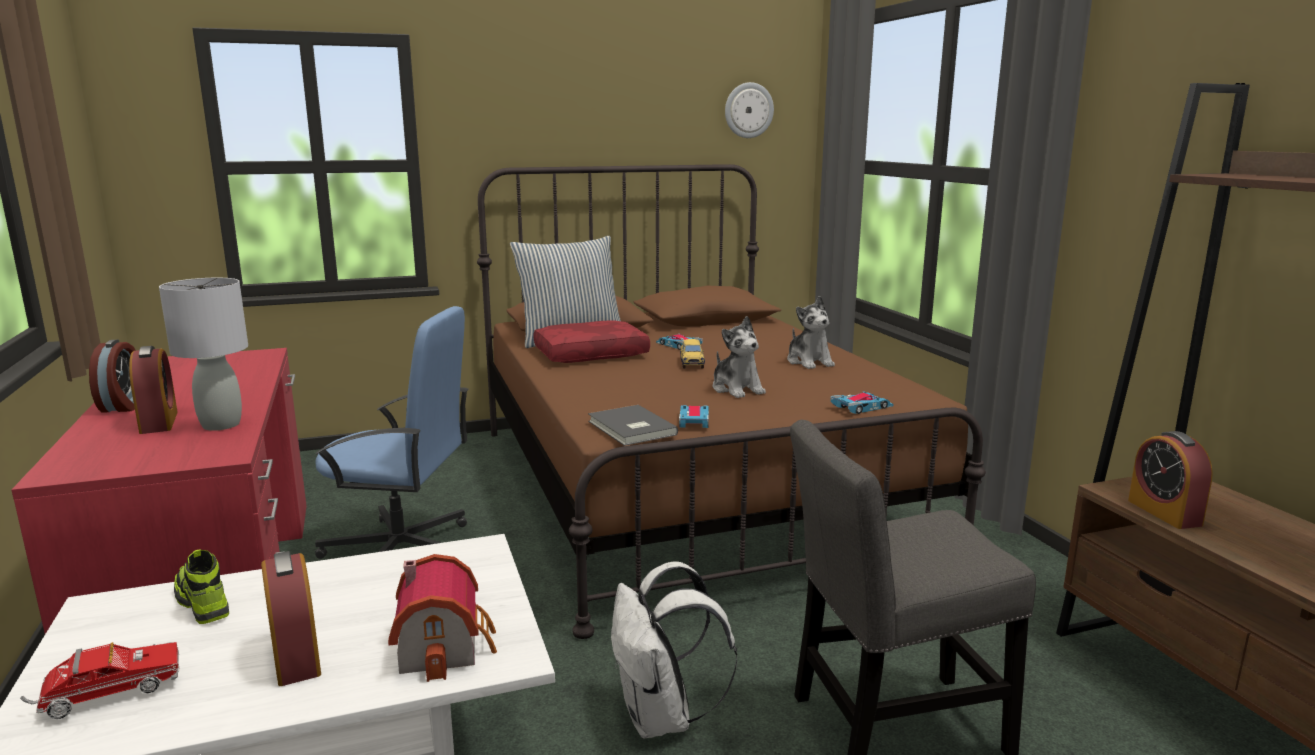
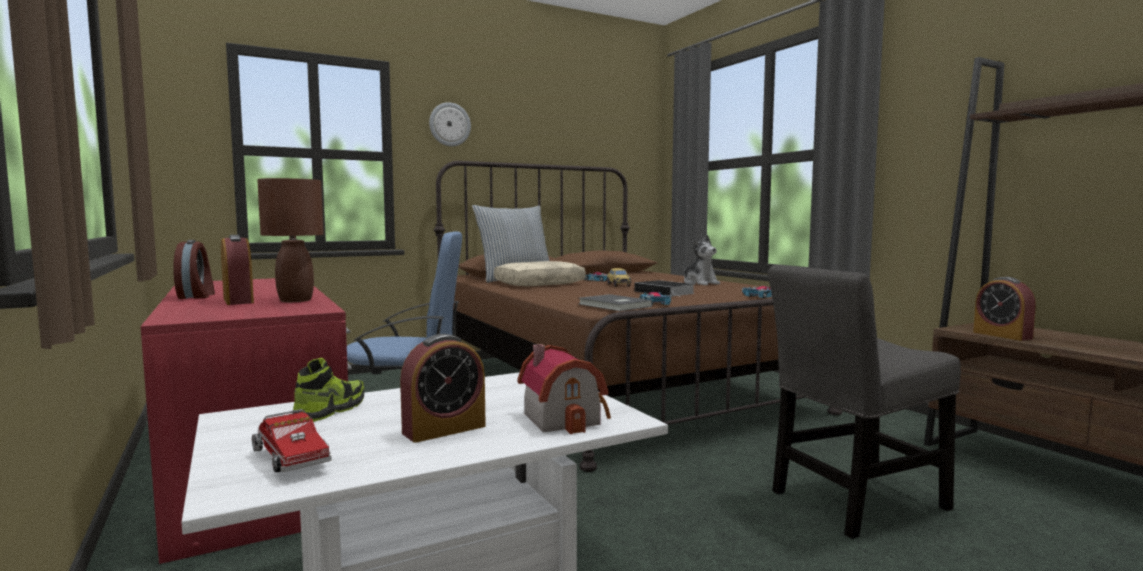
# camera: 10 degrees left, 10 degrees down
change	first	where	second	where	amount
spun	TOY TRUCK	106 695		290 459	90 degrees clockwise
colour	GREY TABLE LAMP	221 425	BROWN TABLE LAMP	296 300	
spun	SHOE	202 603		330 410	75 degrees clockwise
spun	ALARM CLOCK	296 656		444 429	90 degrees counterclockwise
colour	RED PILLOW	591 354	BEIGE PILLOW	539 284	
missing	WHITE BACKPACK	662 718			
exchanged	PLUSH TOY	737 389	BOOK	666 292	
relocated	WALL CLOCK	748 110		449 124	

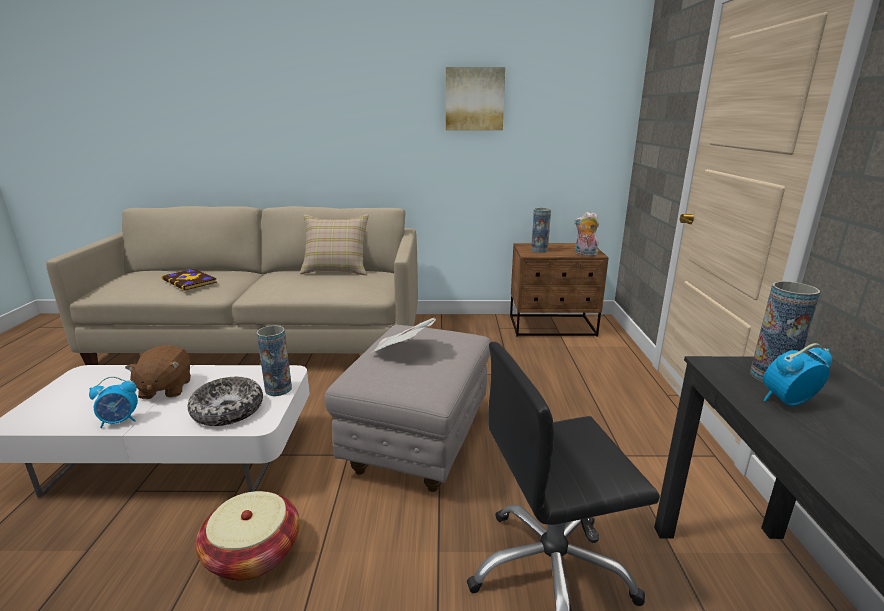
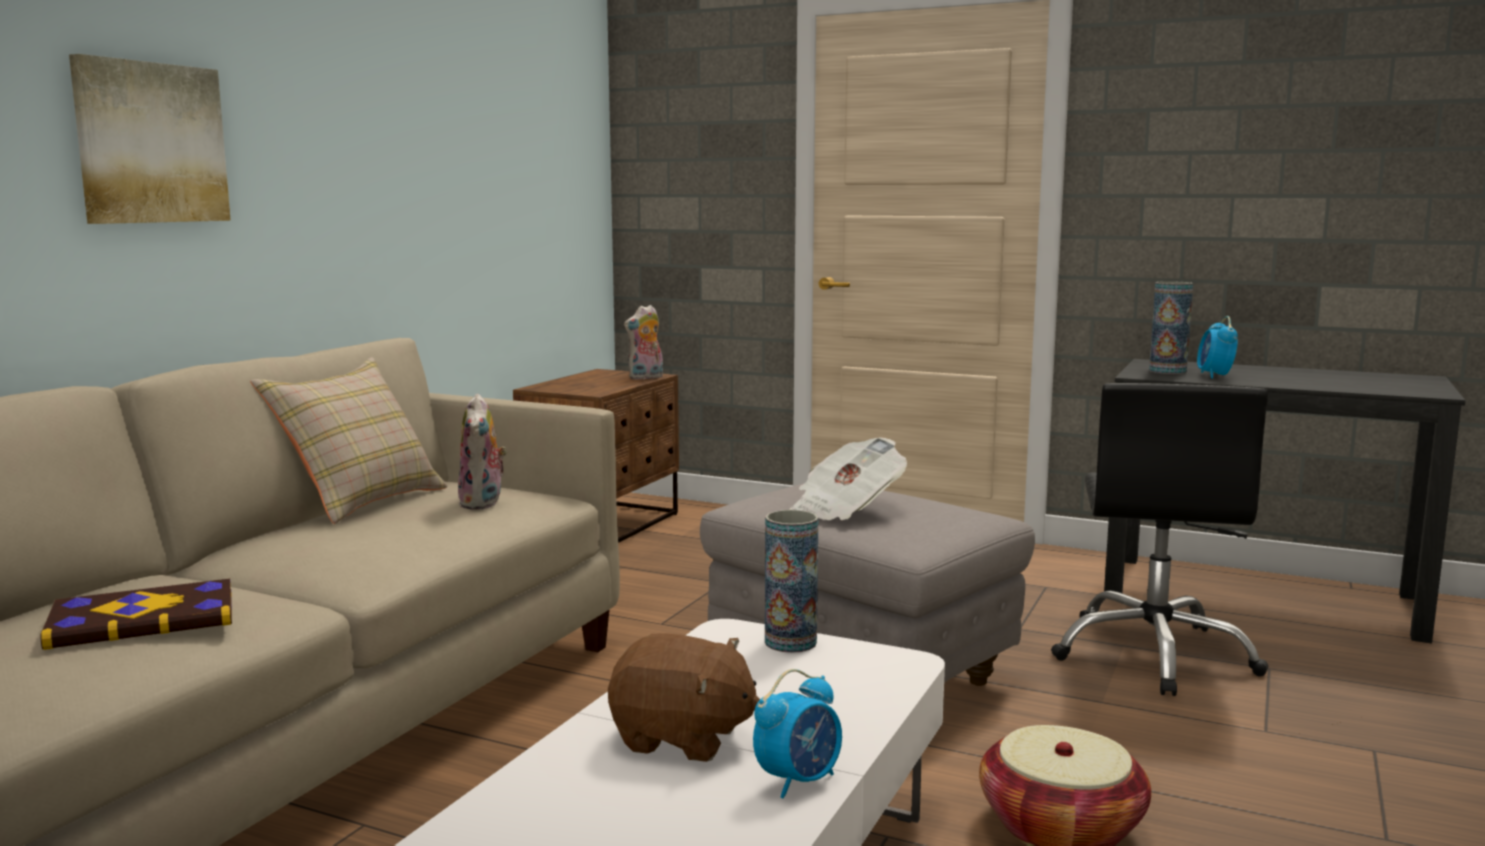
# camera: 65 degrees left, 10 degrees down
change	first	where	second	where	amount
spun	ALARM CLOCK	120 421		799 780	45 degrees clockwise
missing	BOWL	228 410			
relocated	PICTURE	474 99		150 143	
missing	VASE	539 250			
appeared			PLUSH TOY	483 503	

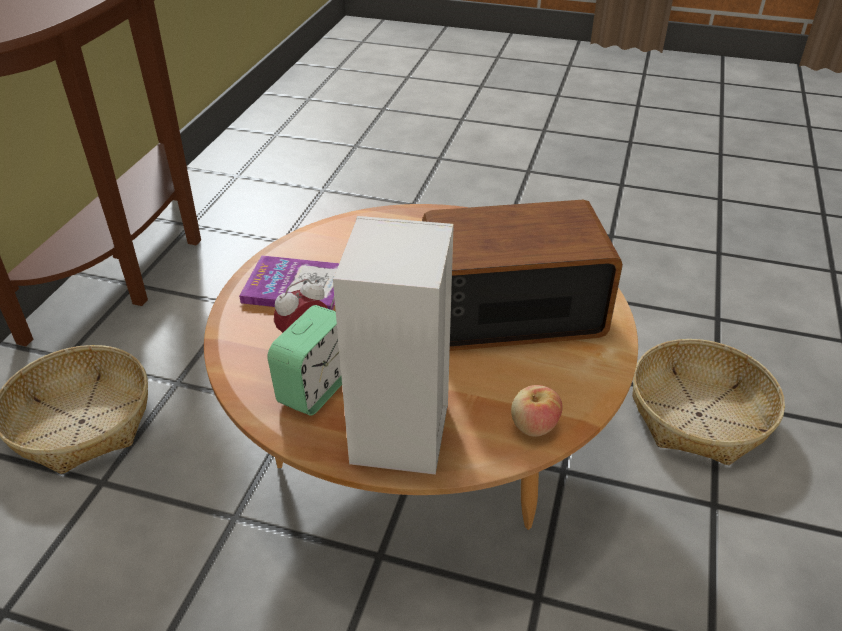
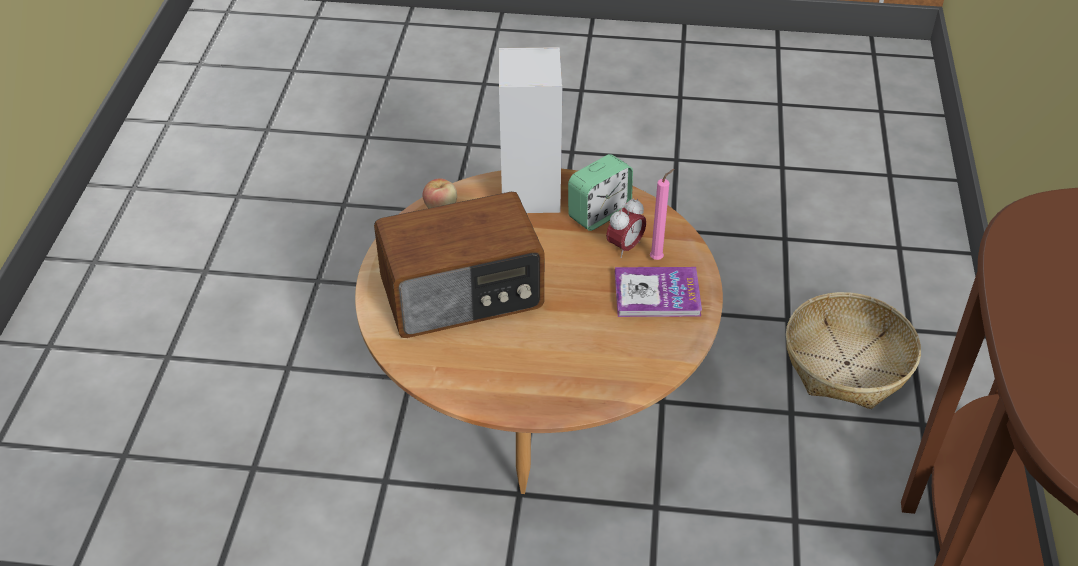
# camera: 170 degrees right, 5 degrees up
change	first	where	second	where	amount
spun	ALARM CLOCK	316 388		599 213	150 degrees counterclockwise
missing	BASKET	698 414			
appeared			PINK CANDLE	658 258	

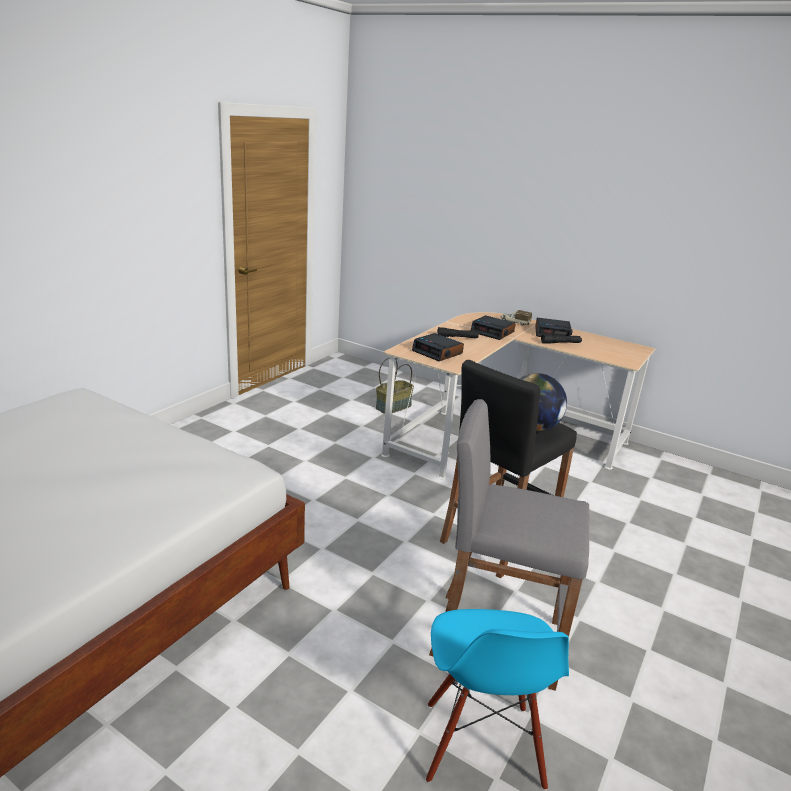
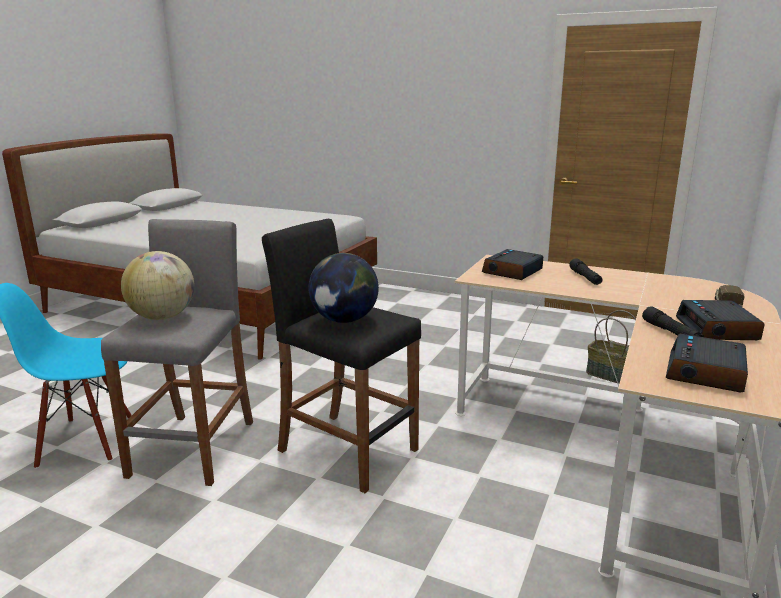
# camera: 85 degrees right, 5 degrees down
change	first	where	second	where	amount
relocated	ALARM CLOCK	493 332		706 373	
appeared			GLOBE	163 317	

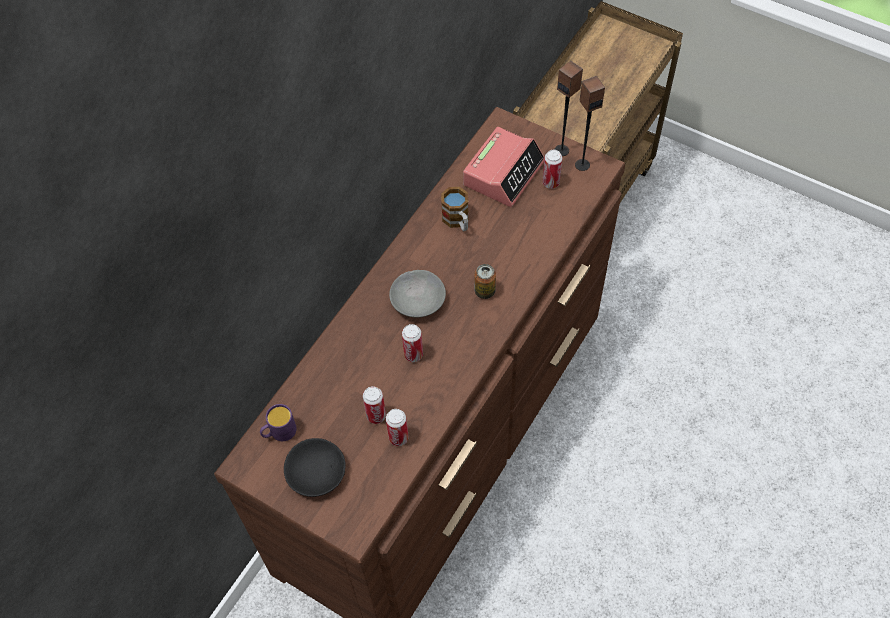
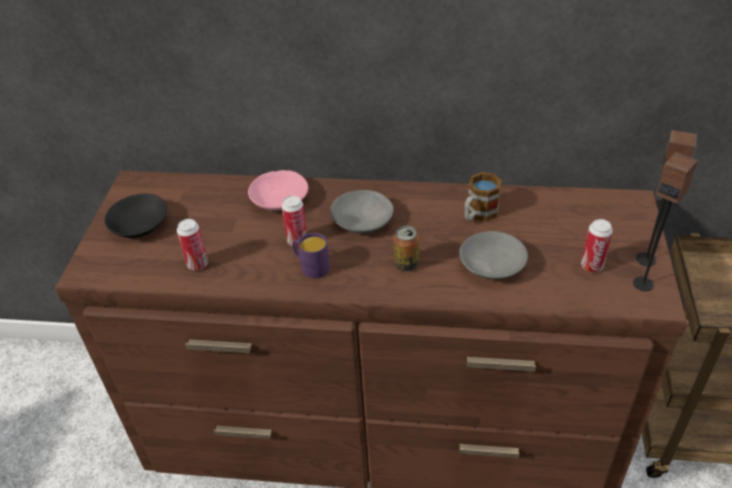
# camera: 65 degrees right, 15 degrees down
change	first	where	second	where	amount
relocated	PURPLE MUG	279 432		311 266	
missing	CAN	376 416			
missing	ALARM CLOCK	504 173			
appeared			PINK BOWL	280 199	
appeared			GREY BOWL	491 265	

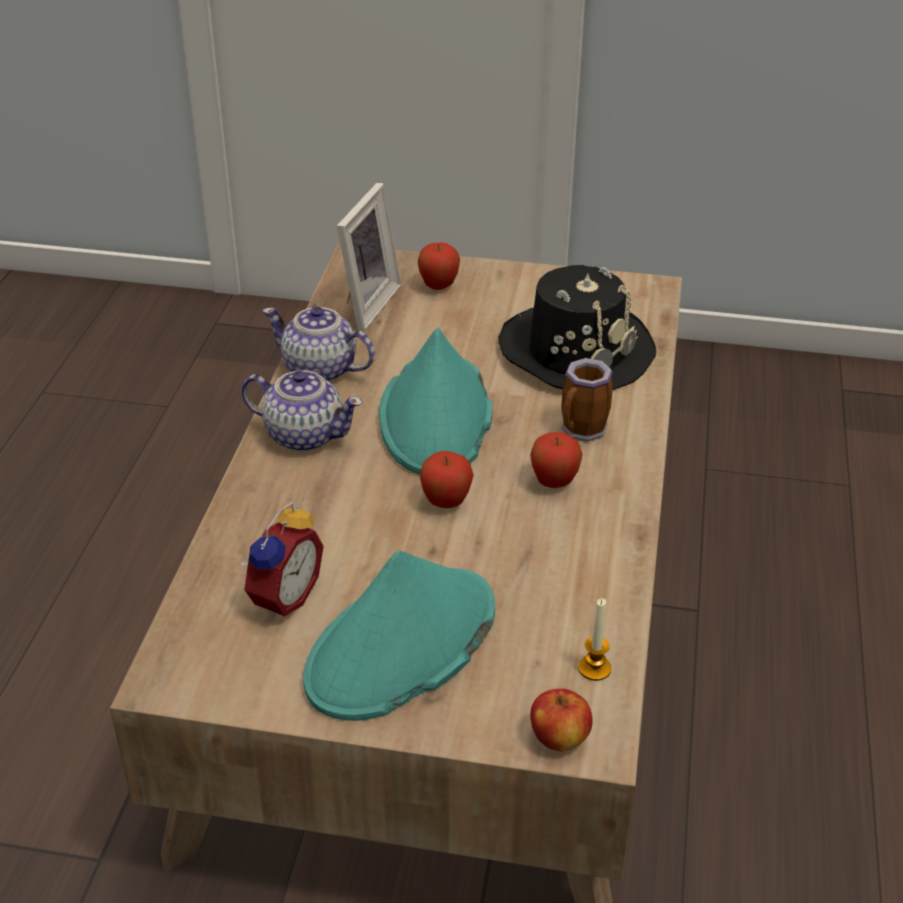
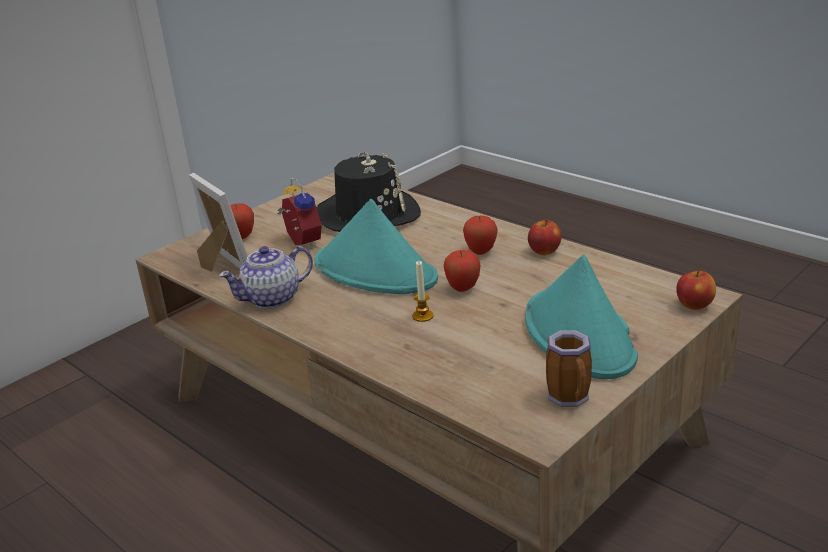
# camera: 55 degrees left, 10 degrees down
change	first	where	second	where	amount
relocated	ALARM CLOCK	282 597		301 243	
missing	TEAPOT	304 435			
relocated	MUG	583 431		571 398	
relocated	CANDLE	594 668		422 316	
appeared			APPLE	544 251	

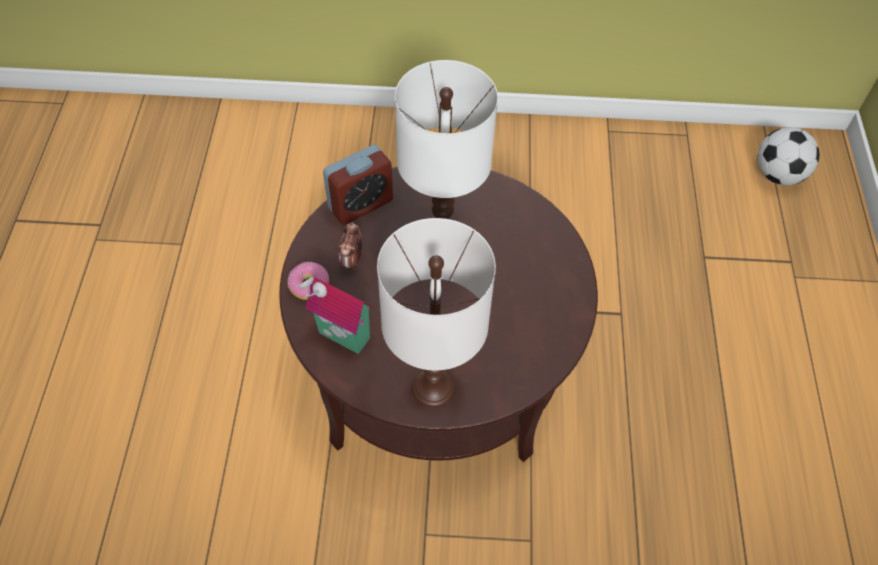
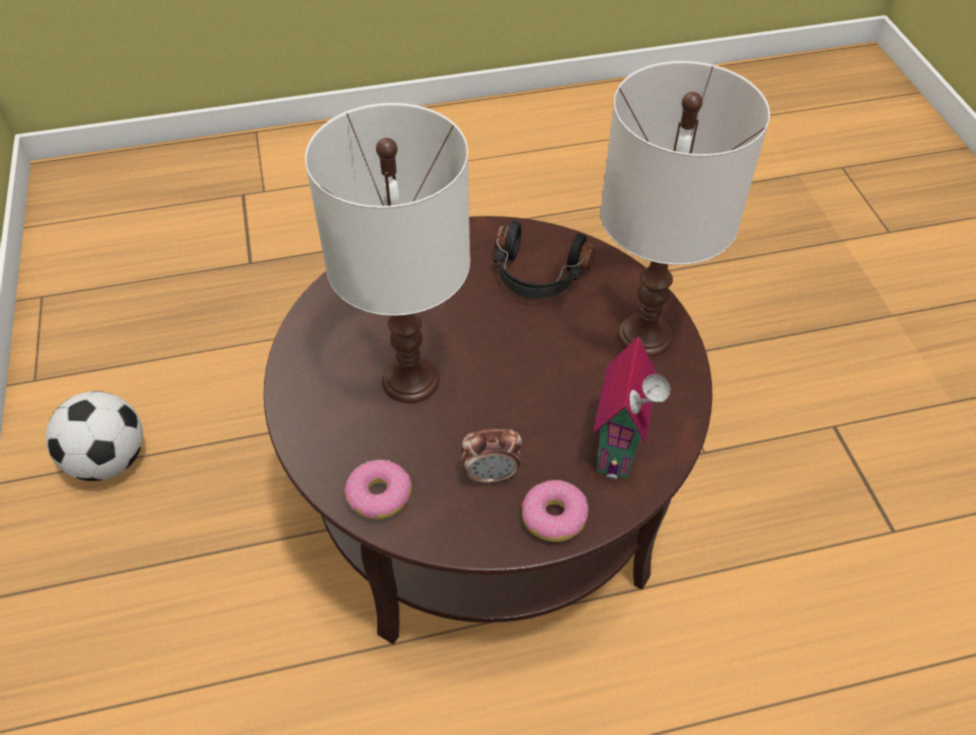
# camera: 105 degrees left, 5 degrees down
change	first	where	second	where	amount
exchanged	ALARM CLOCK	360 204	DONUT	379 496	
relocated	FOOTBALL	778 175		109 460	
appeared			BLACK HEADPHONES	537 275	

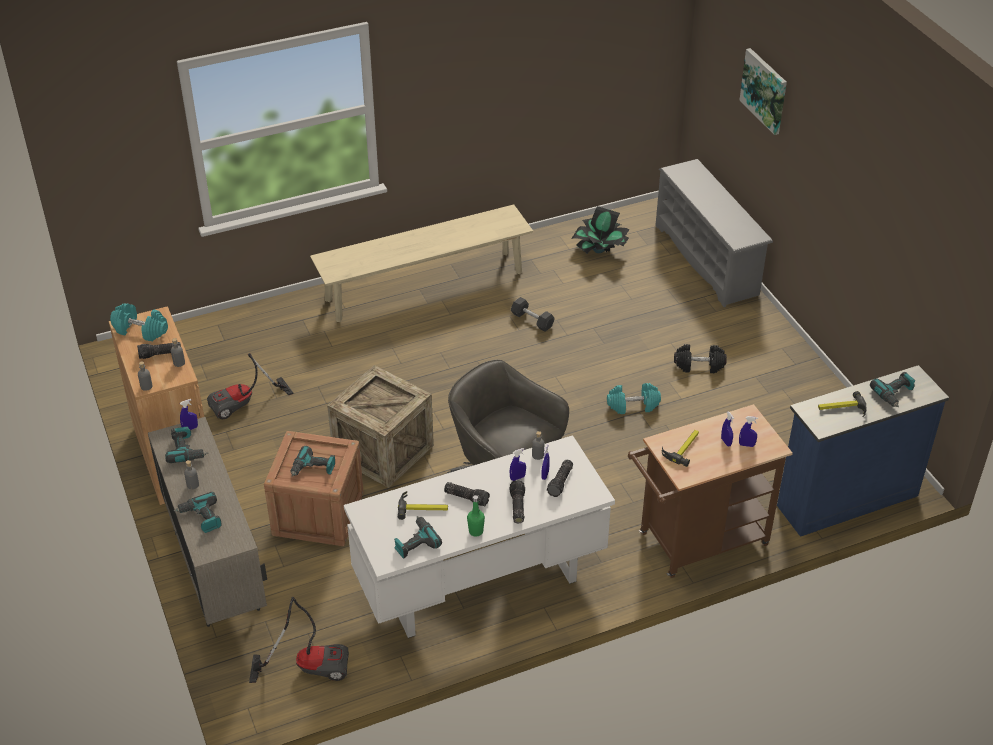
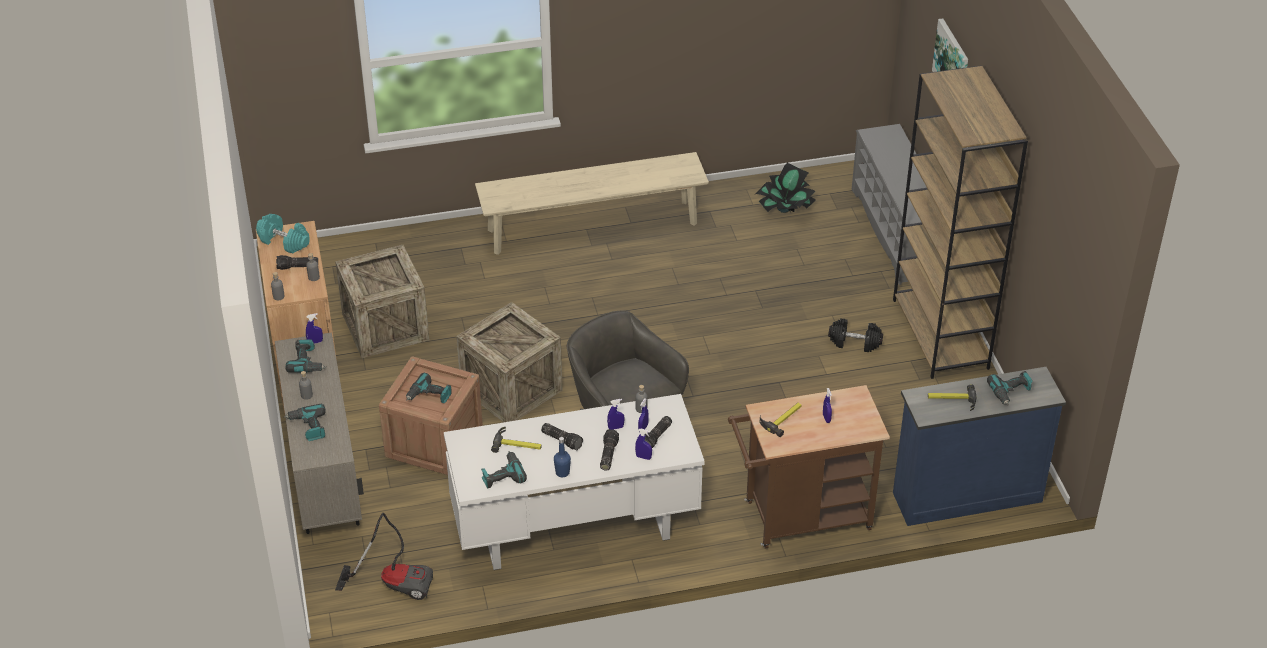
# camera: 10 degrees right, 0 degrees up
change	first	where	second	where	amount
exchanged	VACUUM CLEANER	244 404	CRATE	385 327	
colour	GREEN BOTTLE	476 531	BLUE BOTTLE	562 472	
missing	GREY DUMBBELL	532 320			
missing	TURQUOISE DUMBBELL	633 406			
relocated	BLUE SPRAY BOTTLE	746 445		643 457	
appeared			BROWN BOOKCASE	941 334	

